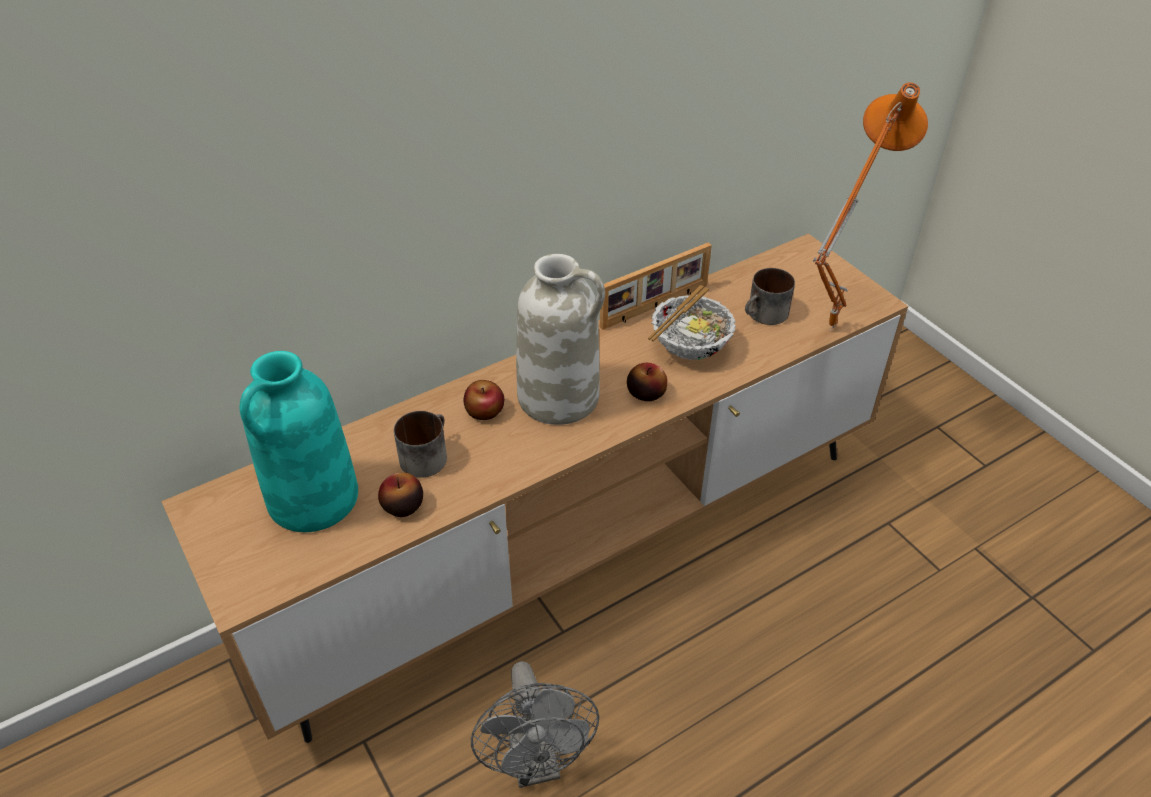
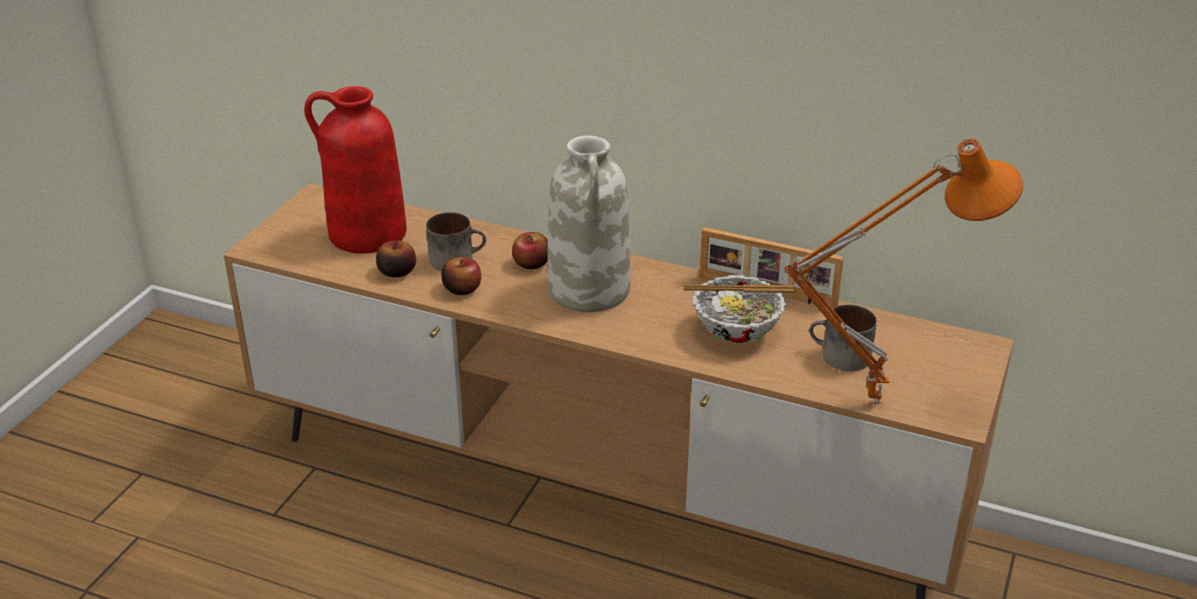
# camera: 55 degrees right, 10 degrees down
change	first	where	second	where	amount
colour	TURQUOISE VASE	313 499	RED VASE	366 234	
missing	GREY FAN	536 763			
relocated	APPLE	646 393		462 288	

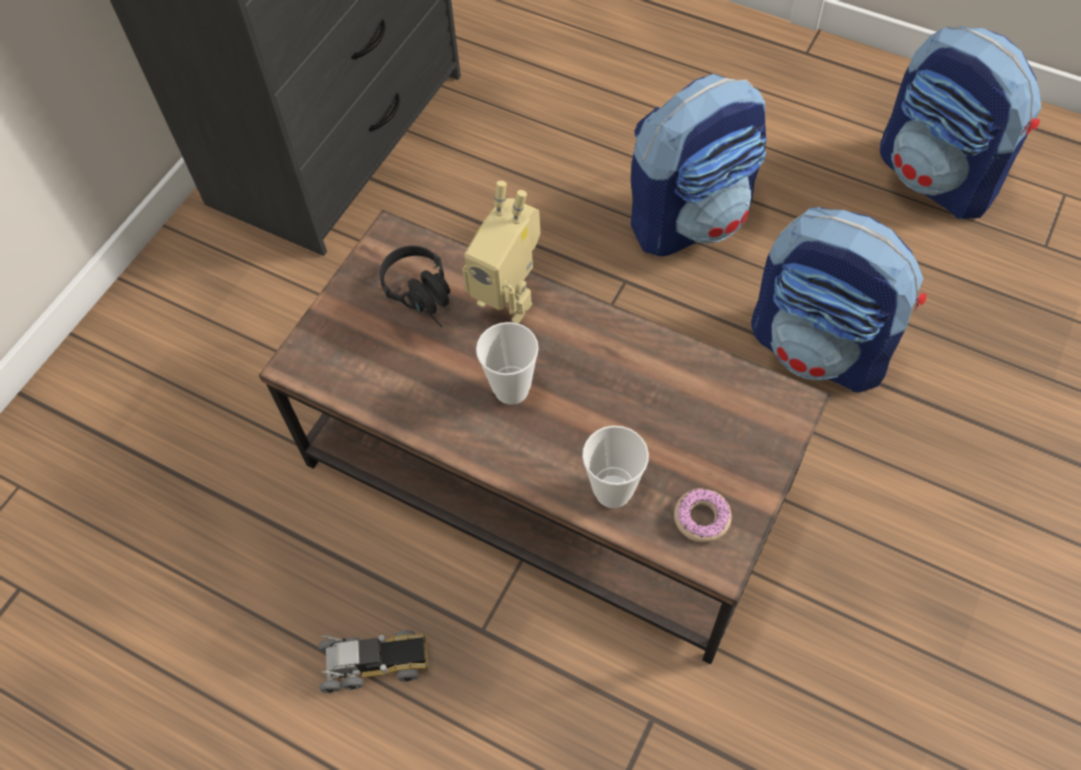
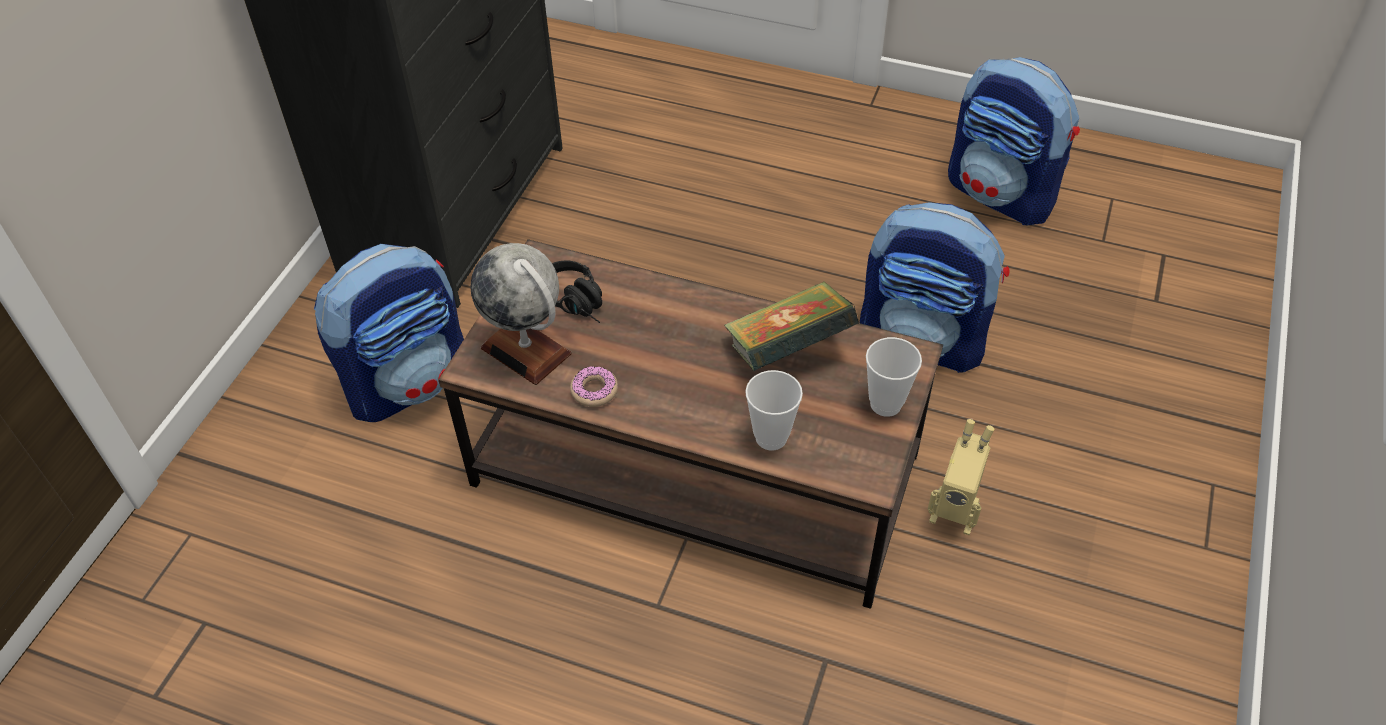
# camera: 10 degrees left, 10 degrees down
change	first	where	second	where	amount
missing	TOY TRUCK	375 663			
relocated	TOY ROBOT	509 297		954 512	
relocated	CUP	511 389		885 404	
relocated	BACKPACK	690 217		408 381	
relocated	DONUT	701 518		594 391	
appeared			GLOBE	526 350	
appeared			BOOK	788 350	

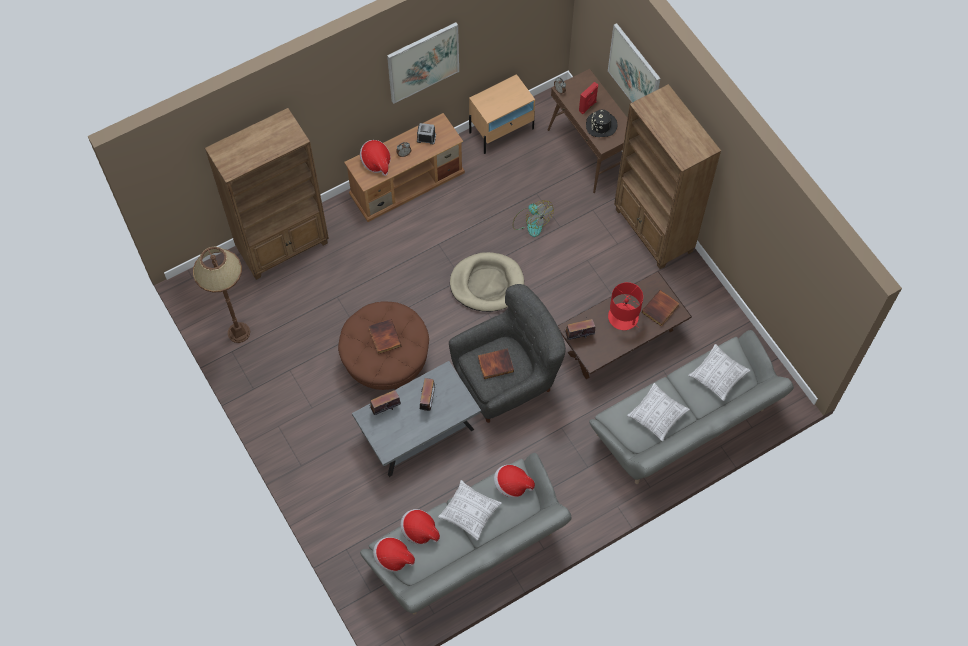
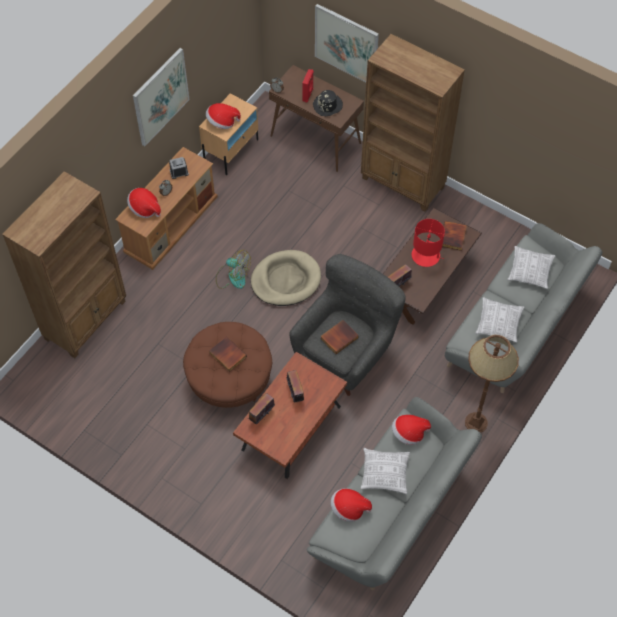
# camera: 25 degrees left, 5 degrees down
change	first	where	second	where	amount
relocated	BROWN FLOOR LAMP	238 332		475 423	
colour	GREY COFFEE TABLE	418 430	BROWN COFFEE TABLE	291 428	
relocated	HAT	393 558		222 122	
relocated	FAN	531 222		232 276	

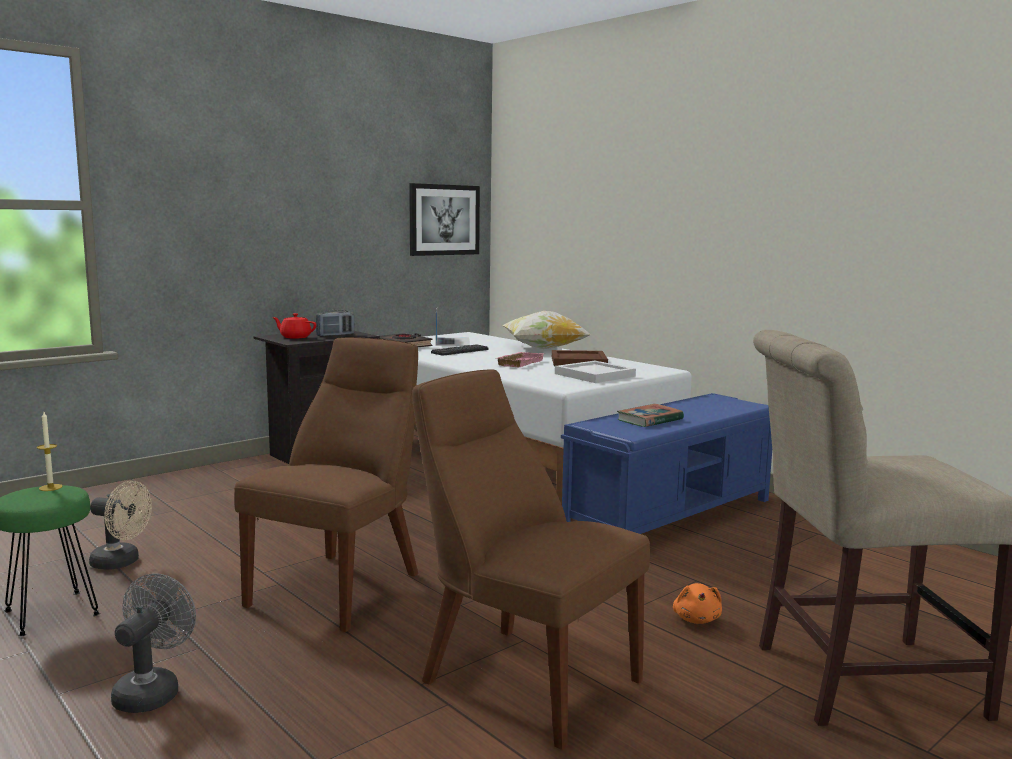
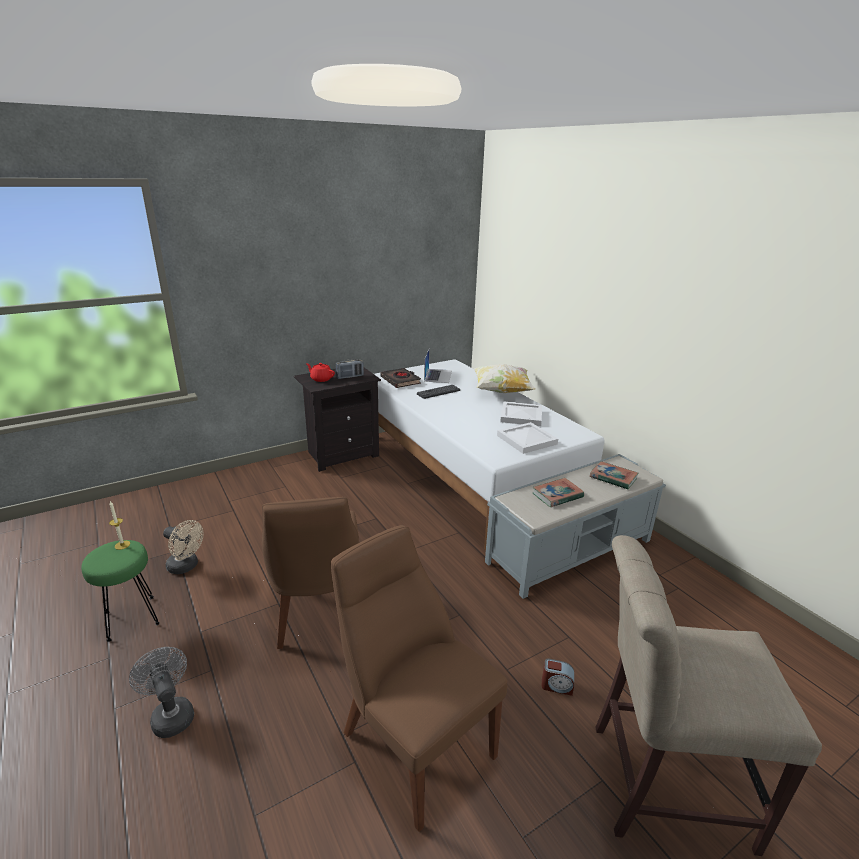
# camera: 10 degrees right, 15 degrees up
change	first	where	second	where	amount
spun	GREY FAN	152 691		171 714	60 degrees counterclockwise
spun	BROWN CHAIR	341 586		317 612	135 degrees clockwise
missing	PICTURE	444 220			
missing	PINK TRAY	519 363			
colour	BROWN TRAY	577 361	WHITE TRAY	520 415	
colour	BLUE BENCH	671 514	GREY BENCH	571 550	
exchanged	ORANGE PLUSH TOY	696 619	ALARM CLOCK	556 685	
appeared			BOOK	613 478	

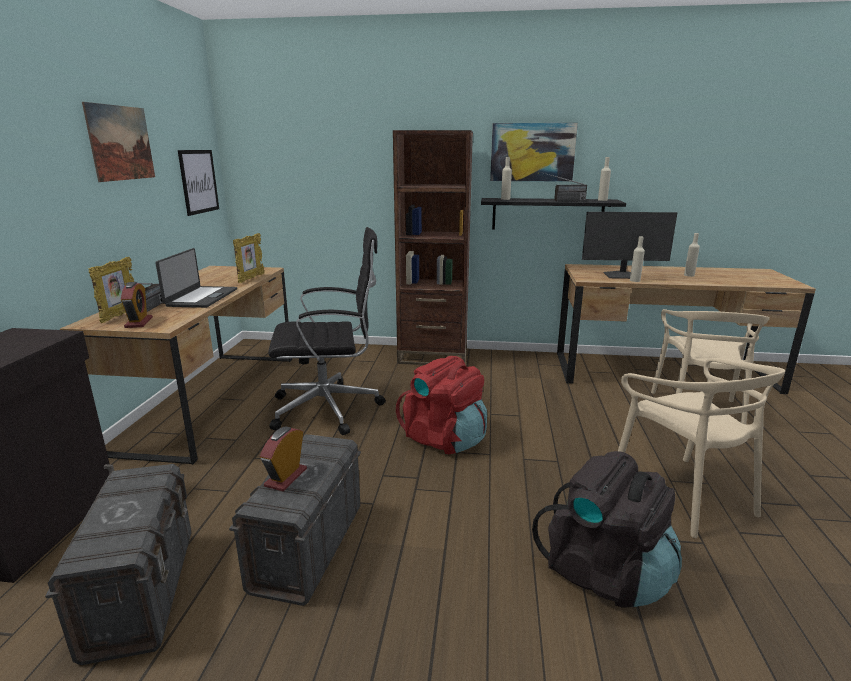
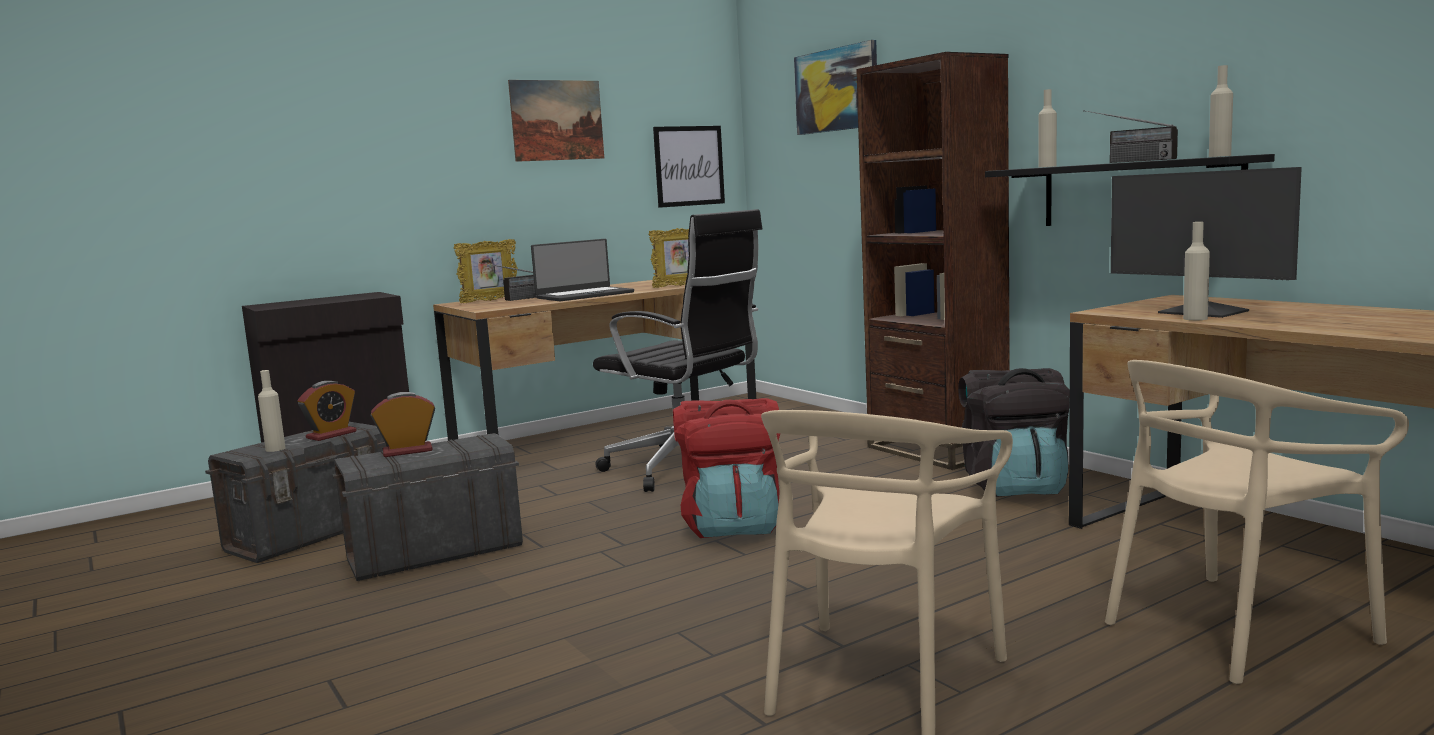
# camera: 50 degrees right, 10 degrees down
change	first	where	second	where	amount
relocated	ALARM CLOCK	139 322		331 435	
relocated	PICTURE	532 152		837 90	
relocated	BLACK BACKPACK	604 572		1014 487	
relocated	BEIGE BOTTLE	689 275		275 449	

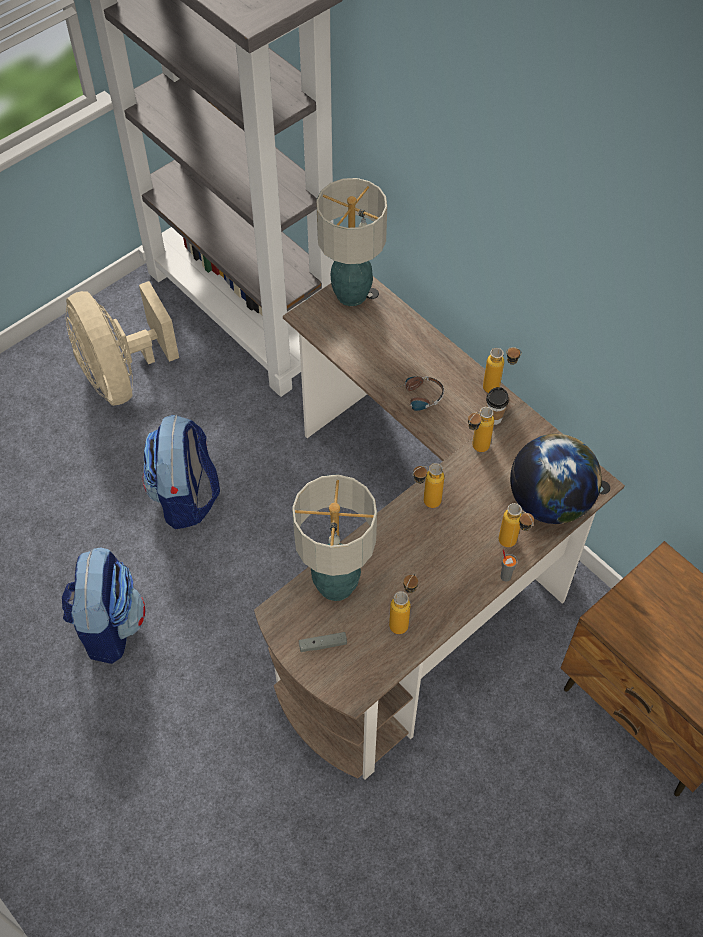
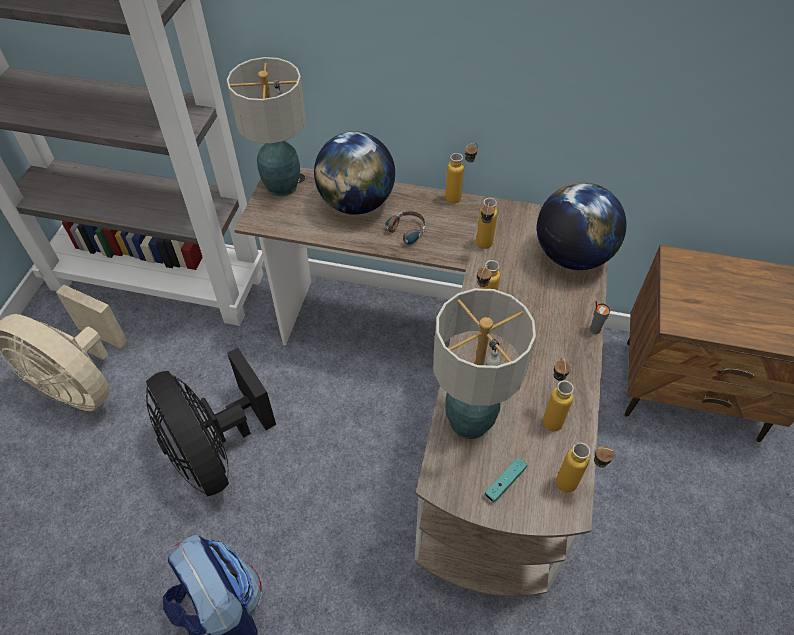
# camera: 35 degrees left, 5 degrees down
change	first	where	second	where	amount
exchanged	BACKPACK	186 497	BLACK FAN	215 450	
colour	GREY GAME CONTROLLER	323 644	TURQUOISE GAME CONTROLLER	505 482	
missing	CUP	494 418			
relocated	BOTTLE	512 545		575 485	
appeared			GLOBE	356 203	

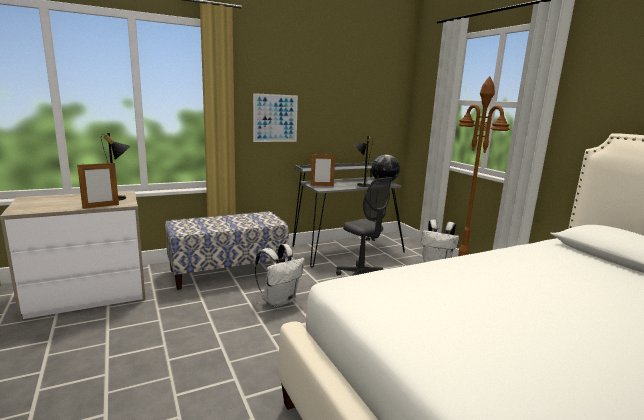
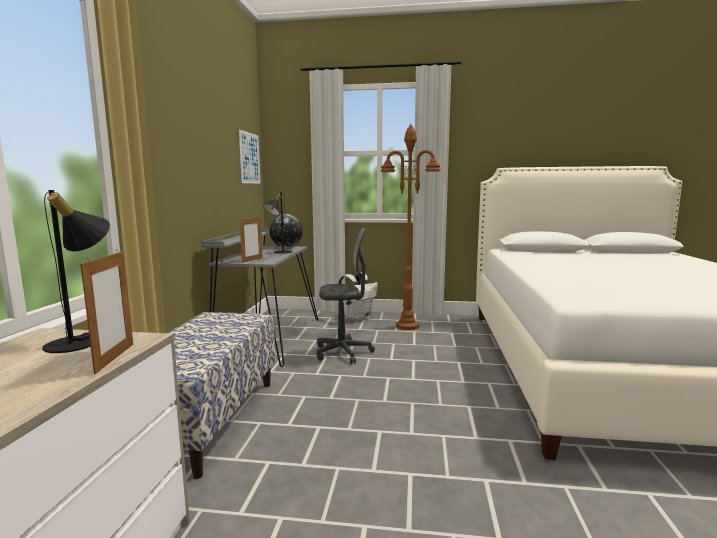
# camera: 55 degrees left, 5 degrees down
change	first	where	second	where	amount
relocated	PICTURE	275 118		250 158	
missing	WHITE BACKPACK	279 301			

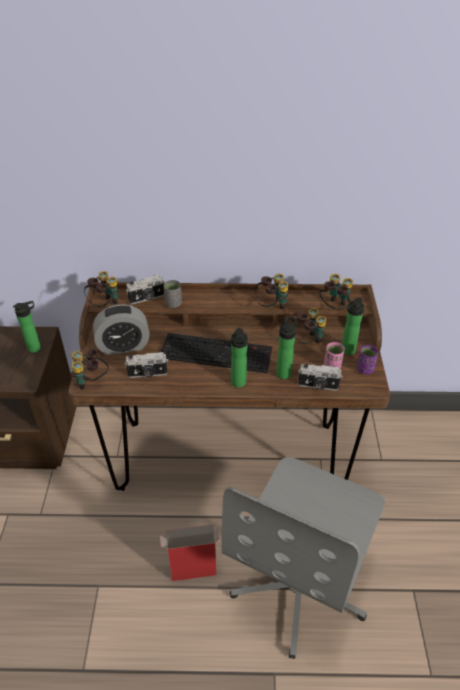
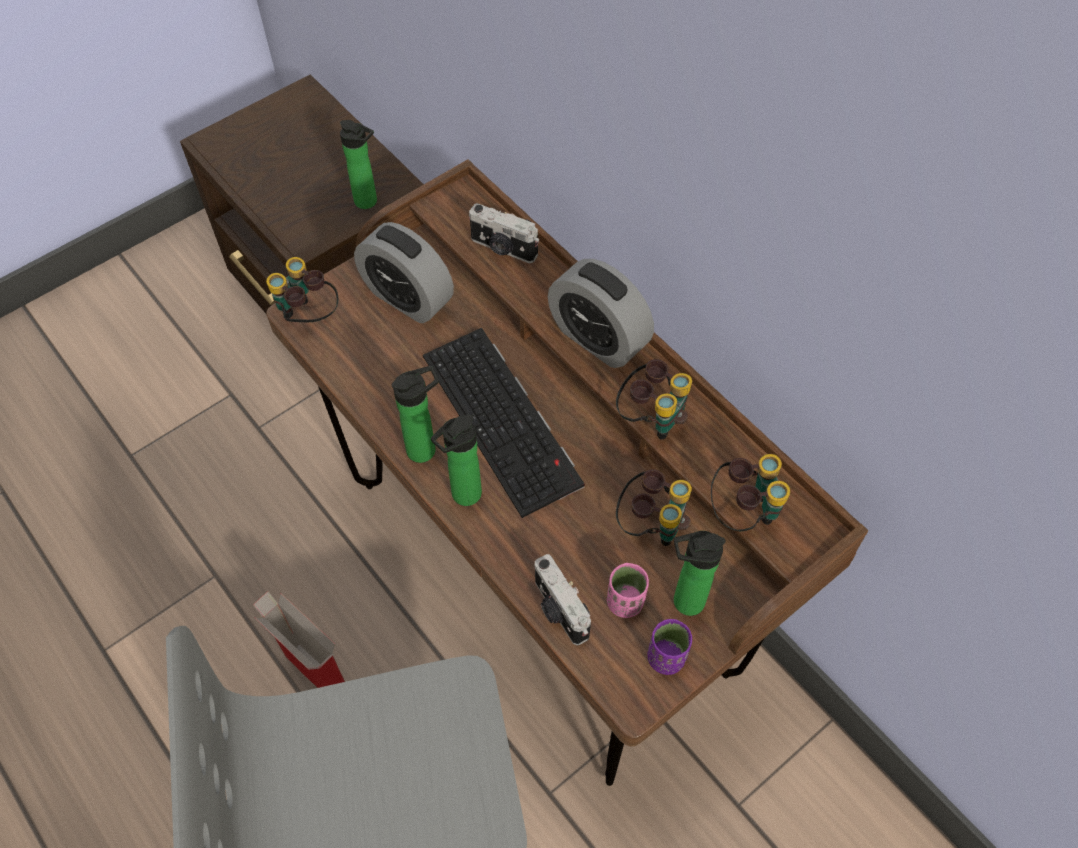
# camera: 50 degrees right, 15 degrees up
change	first	where	second	where	amount
missing	BINOCULARS	104 305			
missing	PHOTO CAMERA	147 374			
missing	GREY CUP	173 304			
relocated	BOTTLE	284 372		425 449	
appeared			ALARM CLOCK	598 338	

